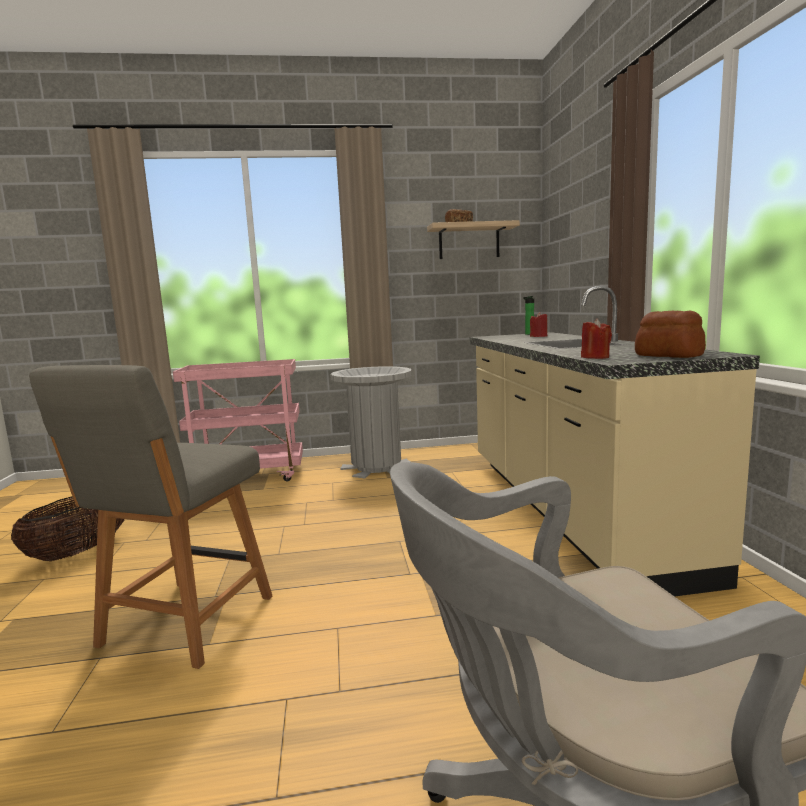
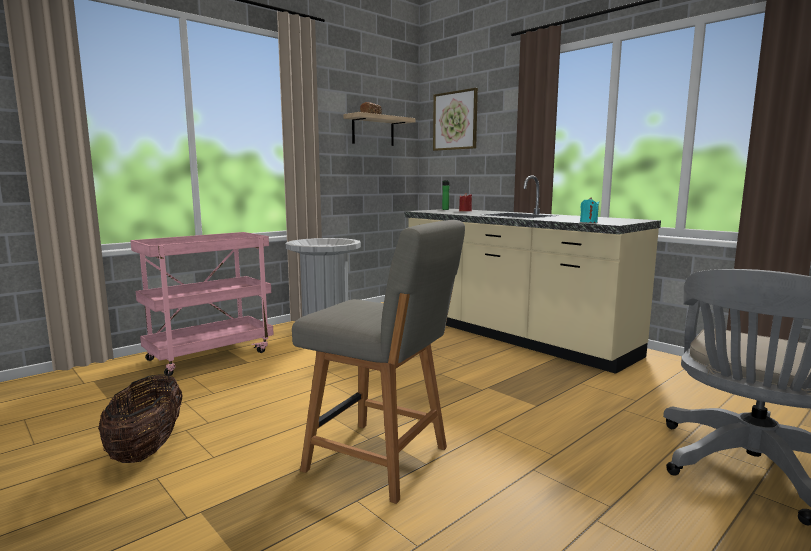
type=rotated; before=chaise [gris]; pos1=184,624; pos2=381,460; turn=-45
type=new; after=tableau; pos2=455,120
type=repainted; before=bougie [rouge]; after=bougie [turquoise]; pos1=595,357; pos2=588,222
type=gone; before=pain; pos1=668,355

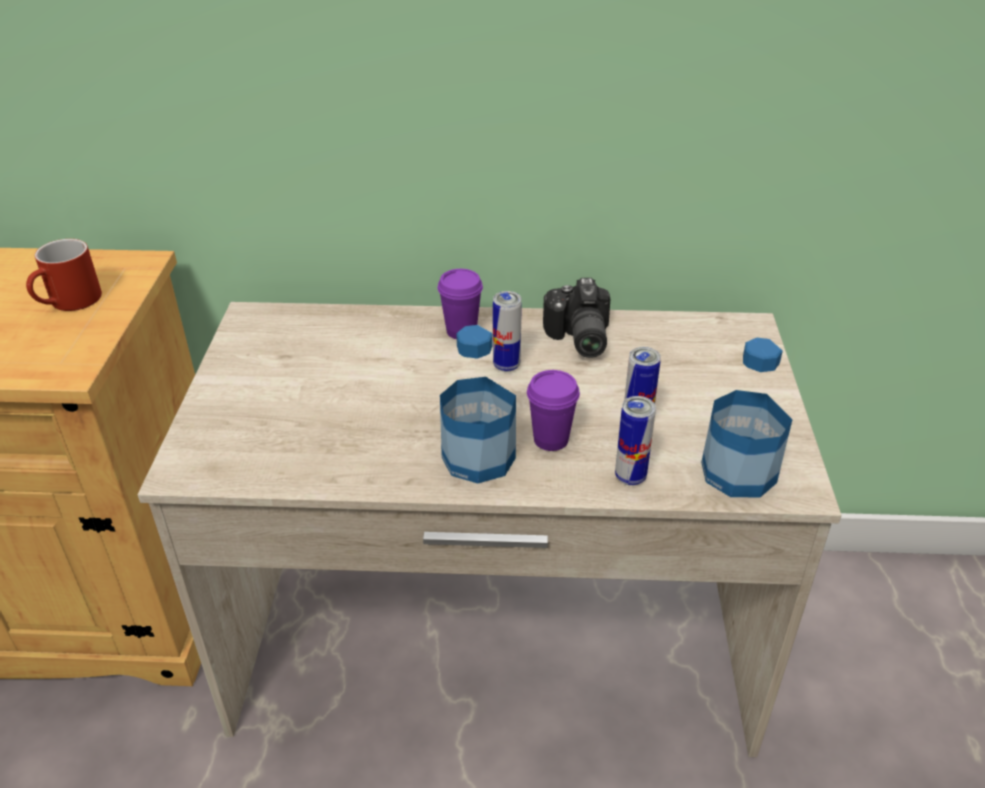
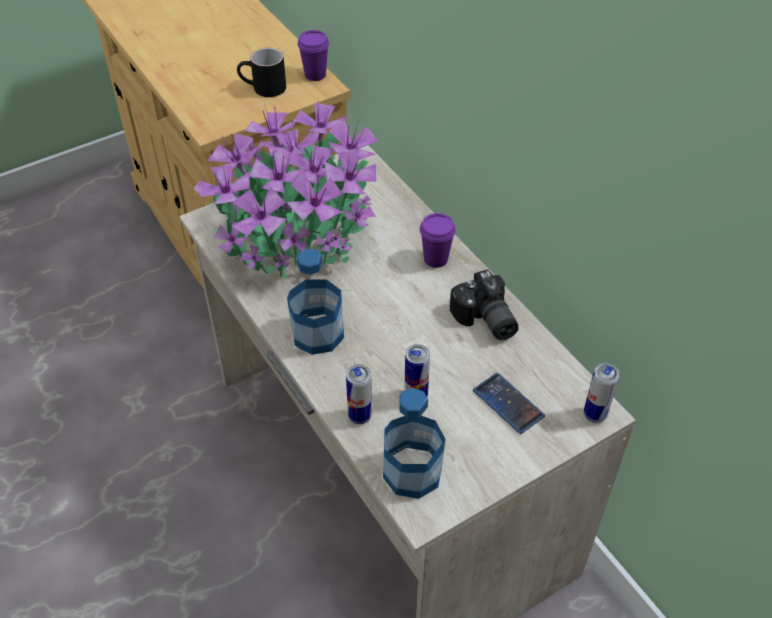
type=new; after=plante en pot; pos2=296,233
type=repainted; before=mug [rouge]; after=mug [noir]; pos1=69,303; pos2=263,89
type=shifted; before=tasse [violet]; pos1=551,439; pos2=315,75
type=rotated; before=appareil photo; pos1=577,339; pos2=484,321; turn=-75
type=new; after=téléphone; pos2=508,403
type=shifted; before=boîte métallique; pos1=506,365; pos2=594,414

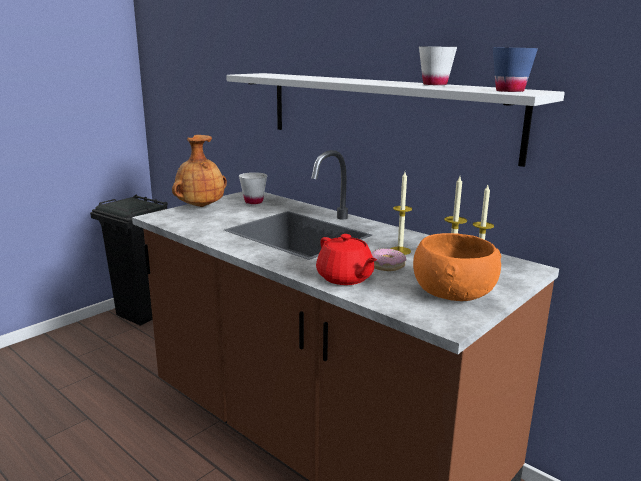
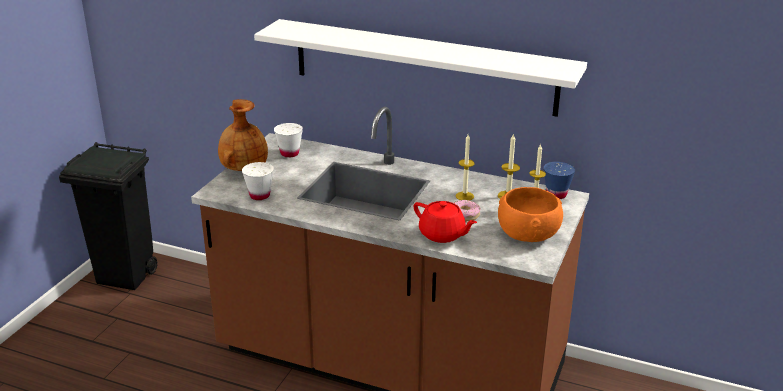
type=shifted; before=tasse [blanc]; pos1=435,84; pos2=260,195
type=shifted; before=tasse [bleu]; pos1=509,91; pos2=556,195

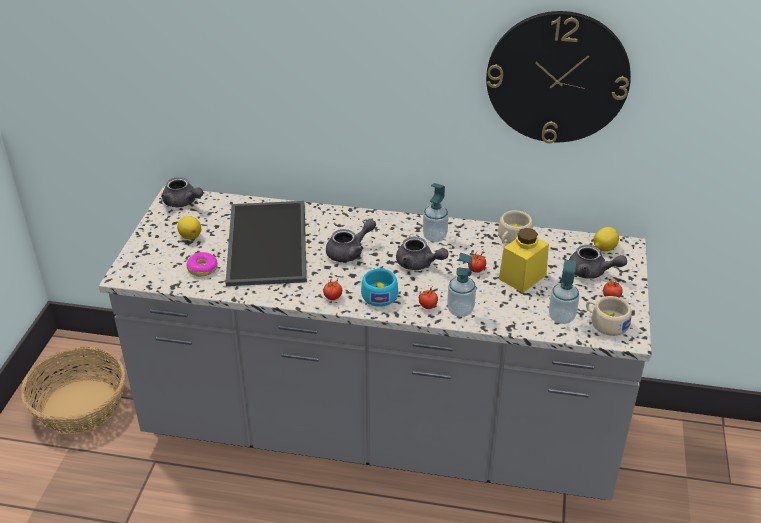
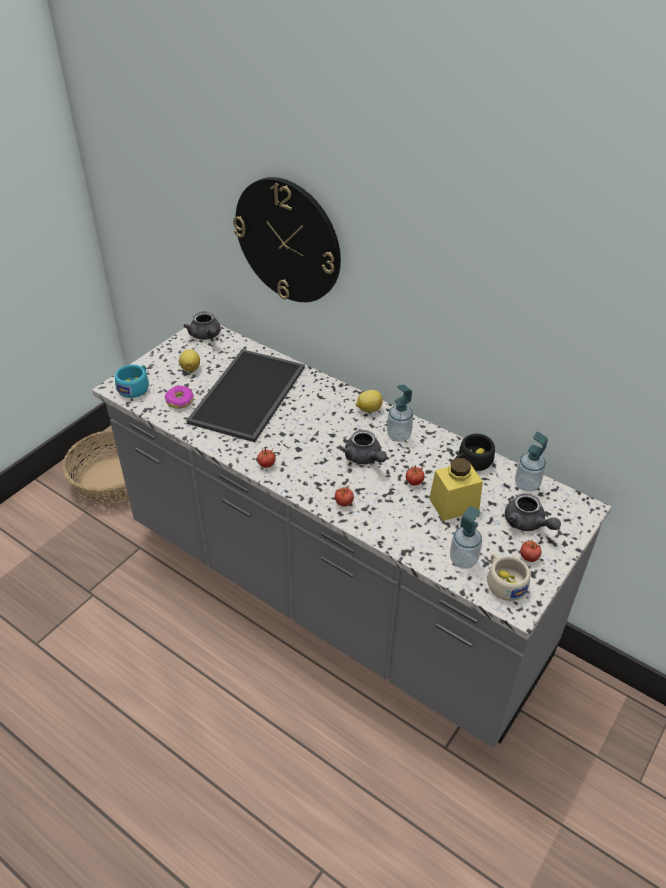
type=shifted; before=tasse [turquoise]; pos1=379,293; pos2=135,387
type=shifted; before=horloge murale; pos1=557,77; pos2=288,240
type=shifted; before=citron; pos1=603,248; pos2=368,409
type=repainted; before=tasse [beige]; after=tasse [noir]; pos1=512,238; pos2=471,462
type=shifted; before=distributeur de savon; pos1=460,310; pos2=526,484
type=gone; before=théière [gris]; pos1=350,252

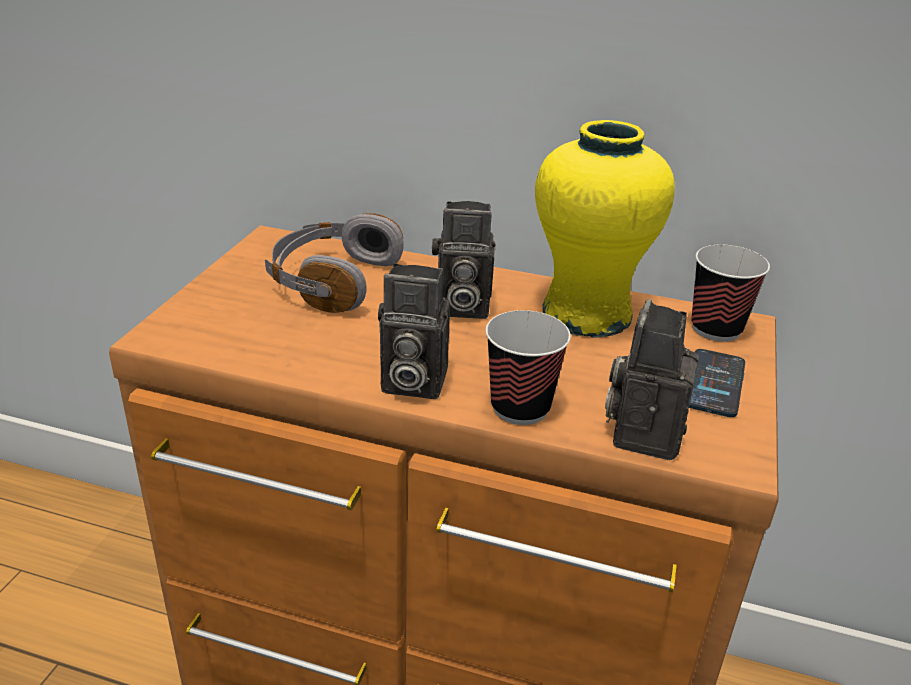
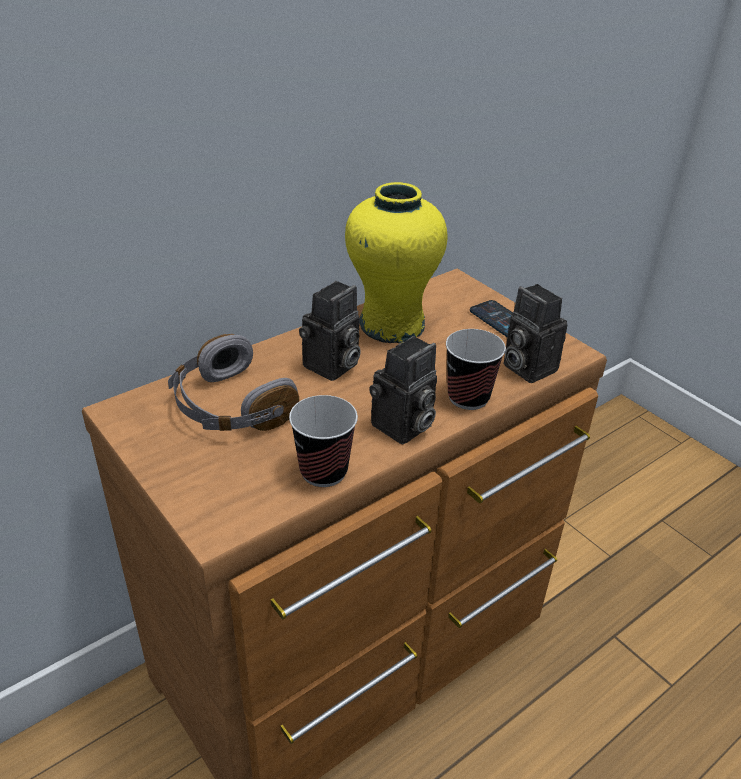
type=shifted; before=tasse; pos1=716,329; pos2=323,471

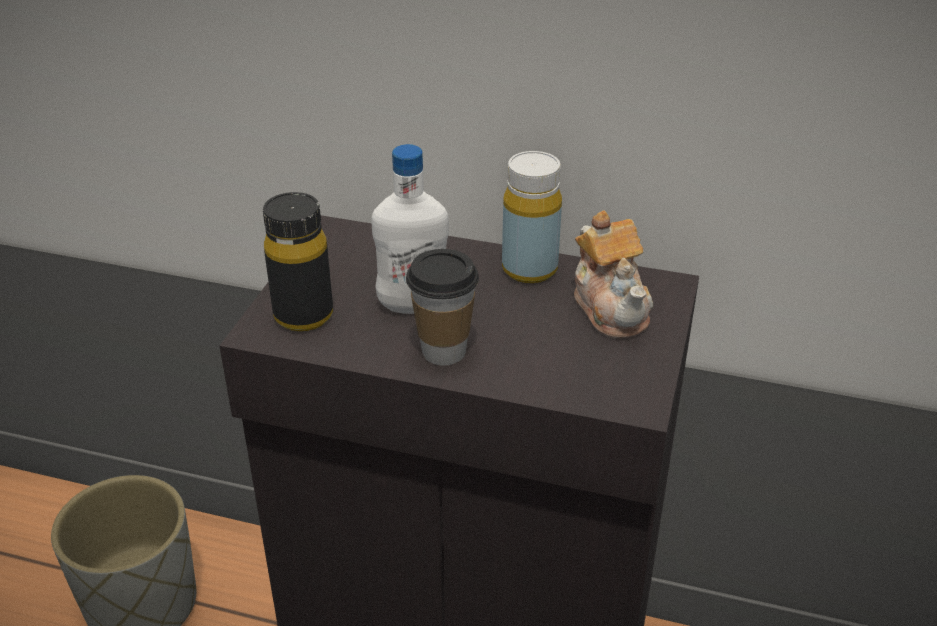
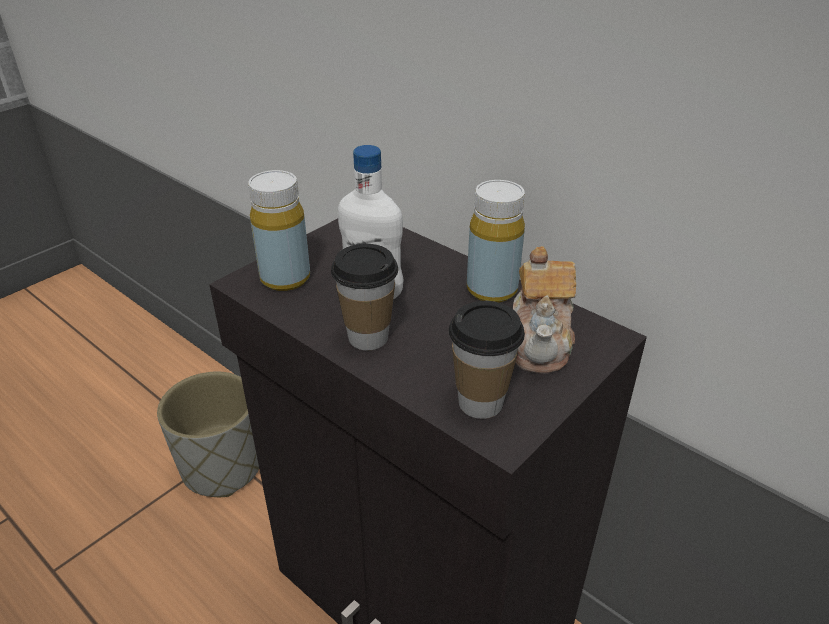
type=repainted; before=bouteille [noir]; after=bouteille [jaune]; pos1=303,315; pos2=285,278
type=new; after=tasse; pos2=480,402

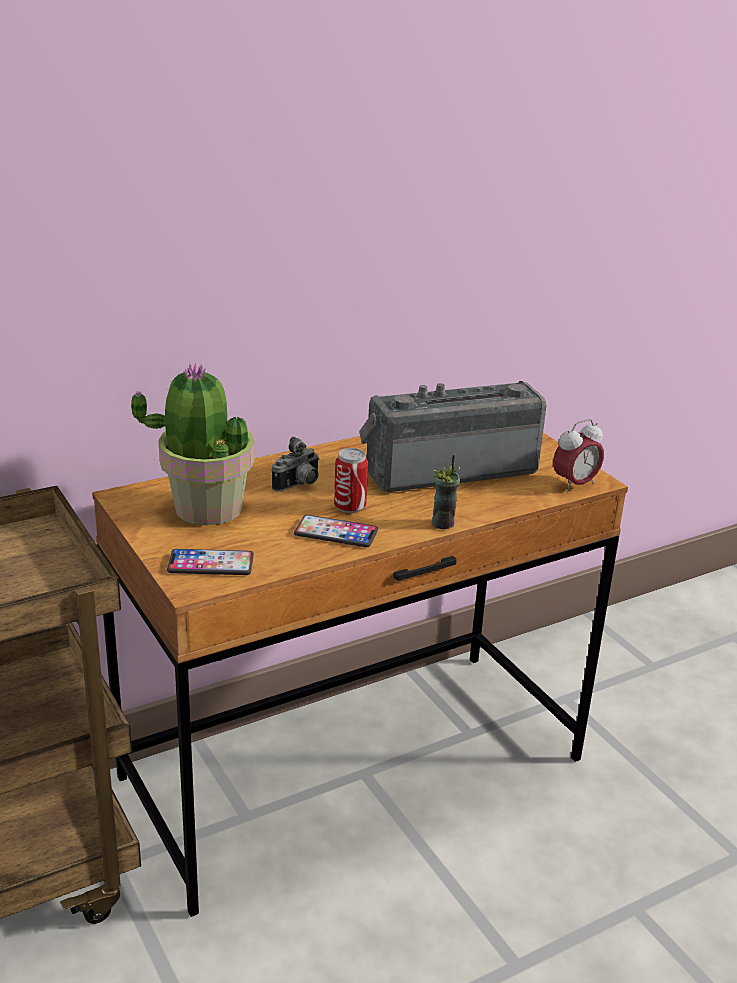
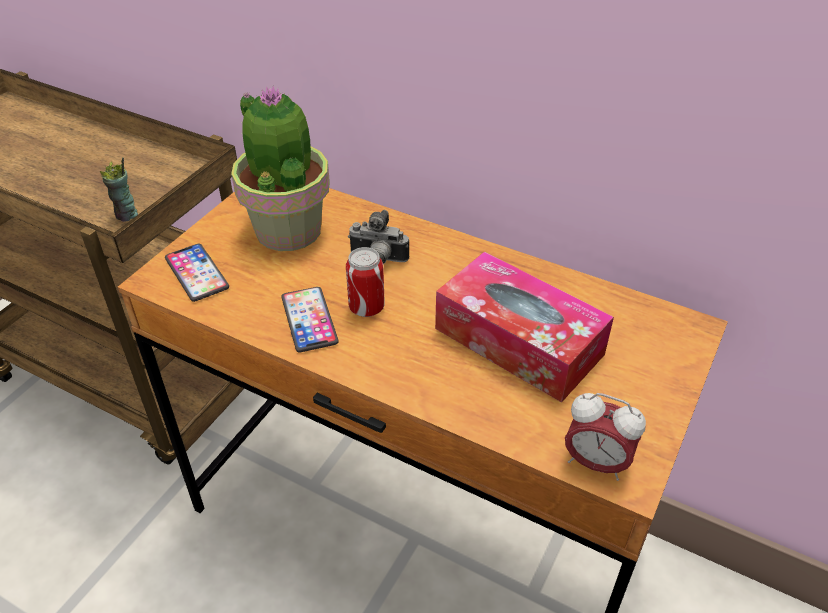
type=shifted; before=tasse; pos1=443,523; pos2=126,215
type=swapped; before=radio; after=boîte à mouchoirs; pos1=448,469; pos2=518,341

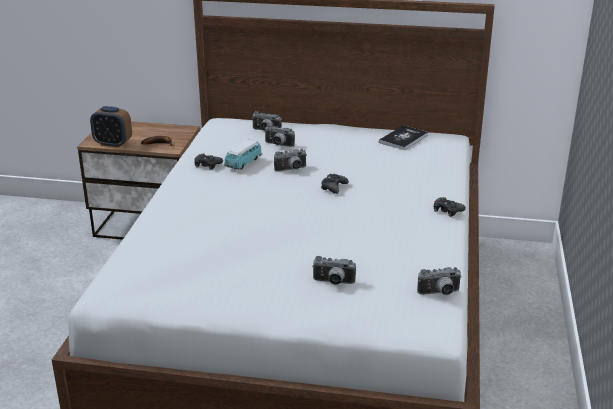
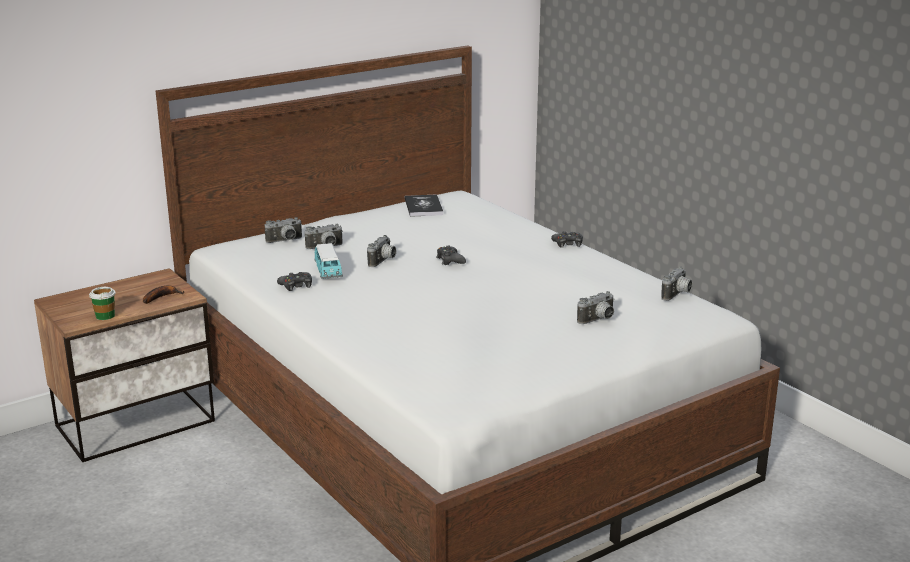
type=swapped; before=réveil; after=tasse; pos1=113,143; pos2=105,316

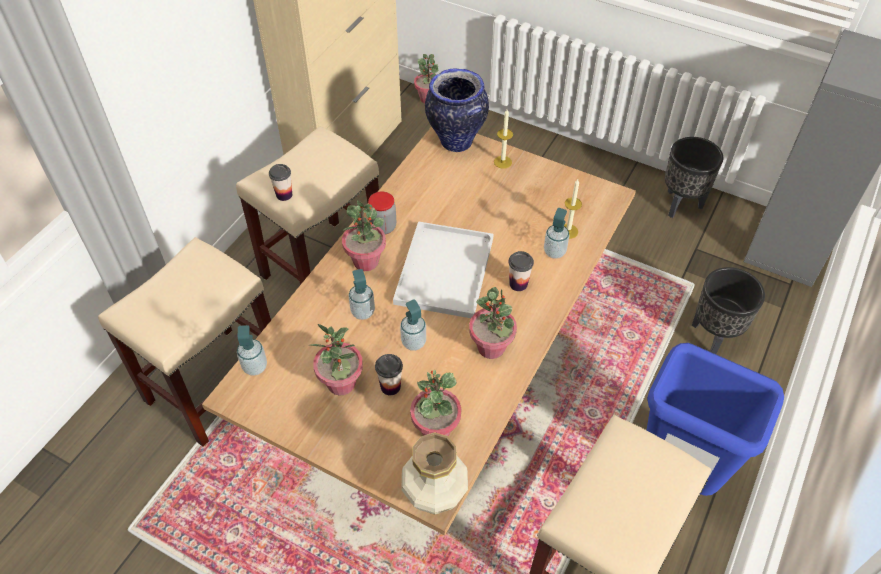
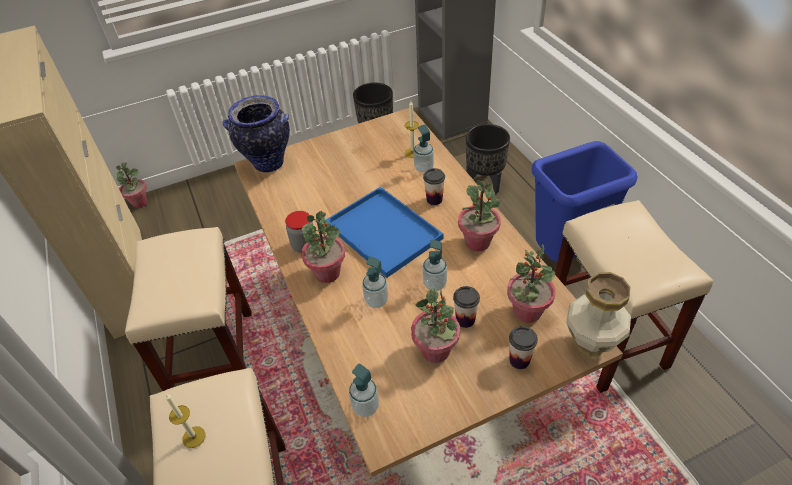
type=shifted; before=bougie; pos1=502,162; pos2=194,437
type=repainted; before=plateau [blanc]; after=plateau [bleu]; pos1=444,268; pos2=381,231
type=shifted; before=tasse; pos1=284,195; pos2=519,360

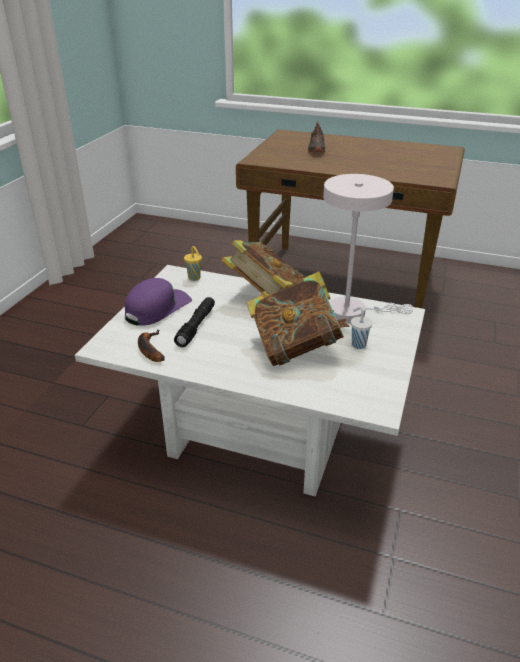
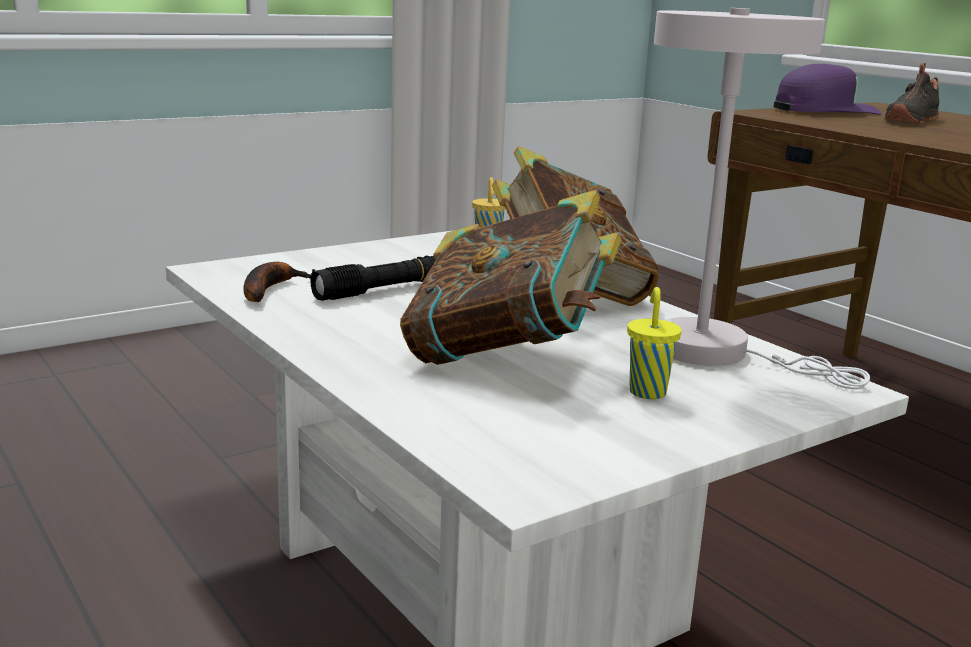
type=repainted; before=tasse [blanc]; after=tasse [jaune]; pos1=358,344; pos2=647,391
type=shifted; before=casquette [violet]; pos1=157,308; pos2=825,111

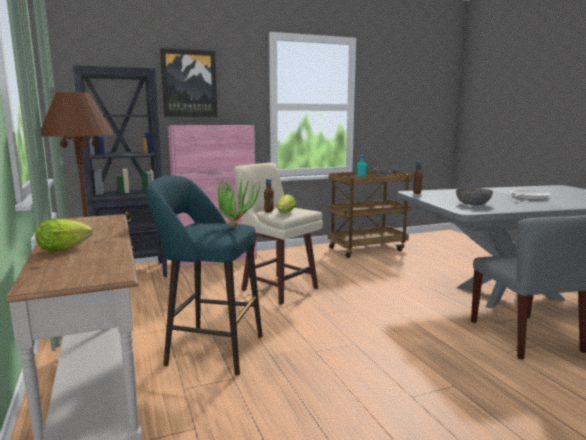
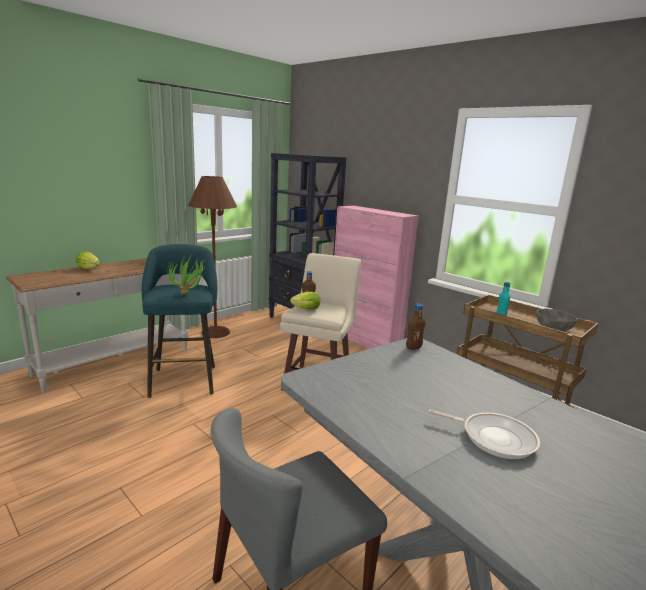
type=gone; before=tableau; pos1=189,83
type=gone; before=bol [gris]; pos1=473,204

